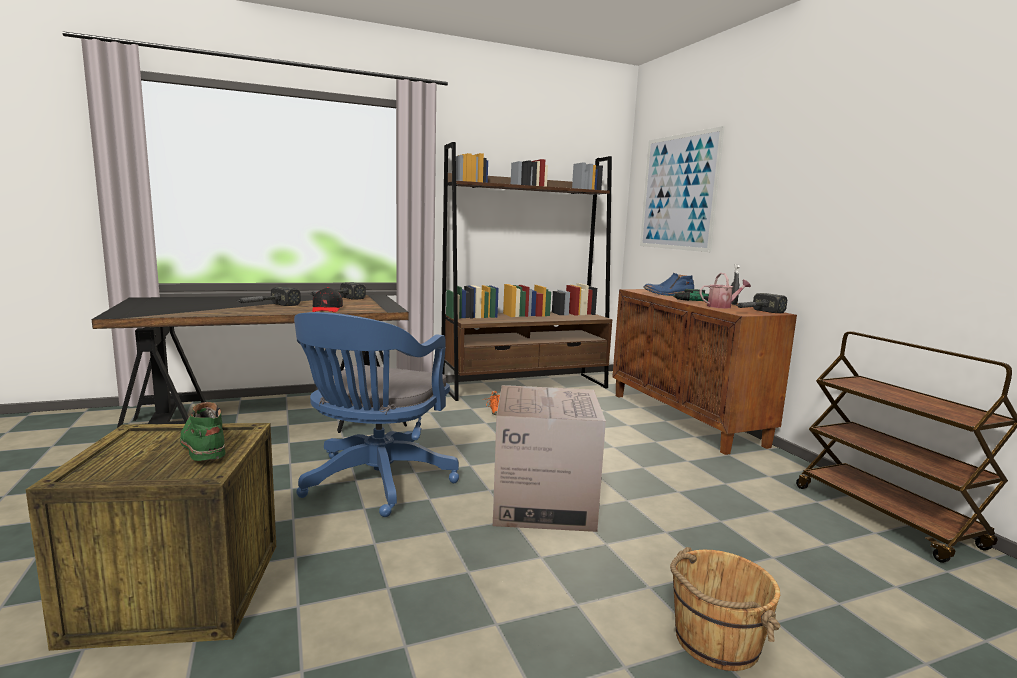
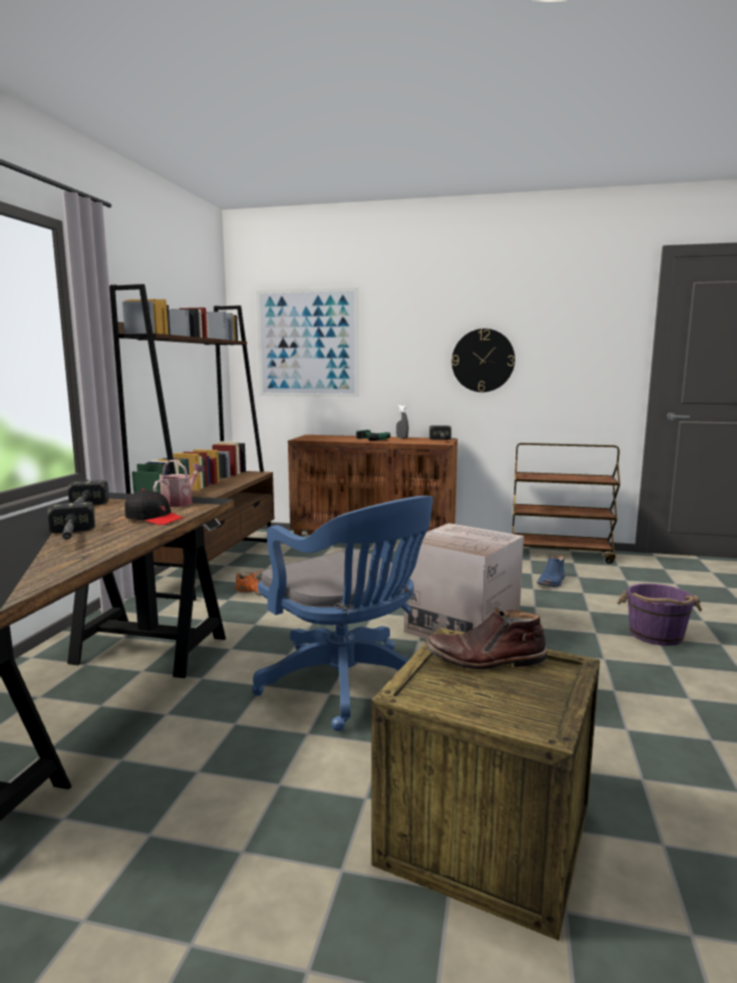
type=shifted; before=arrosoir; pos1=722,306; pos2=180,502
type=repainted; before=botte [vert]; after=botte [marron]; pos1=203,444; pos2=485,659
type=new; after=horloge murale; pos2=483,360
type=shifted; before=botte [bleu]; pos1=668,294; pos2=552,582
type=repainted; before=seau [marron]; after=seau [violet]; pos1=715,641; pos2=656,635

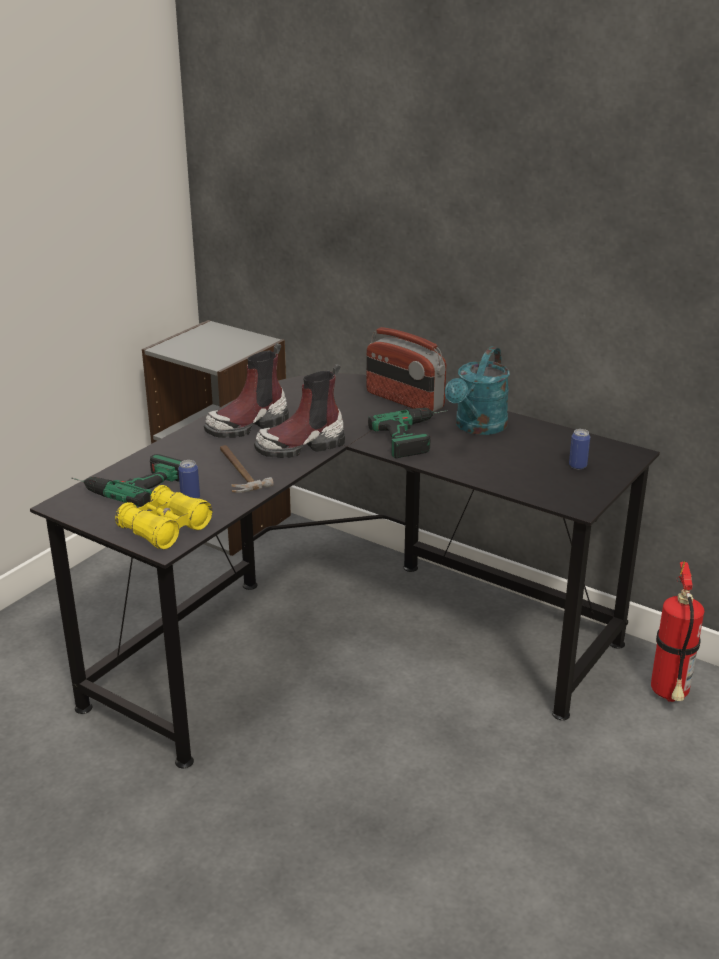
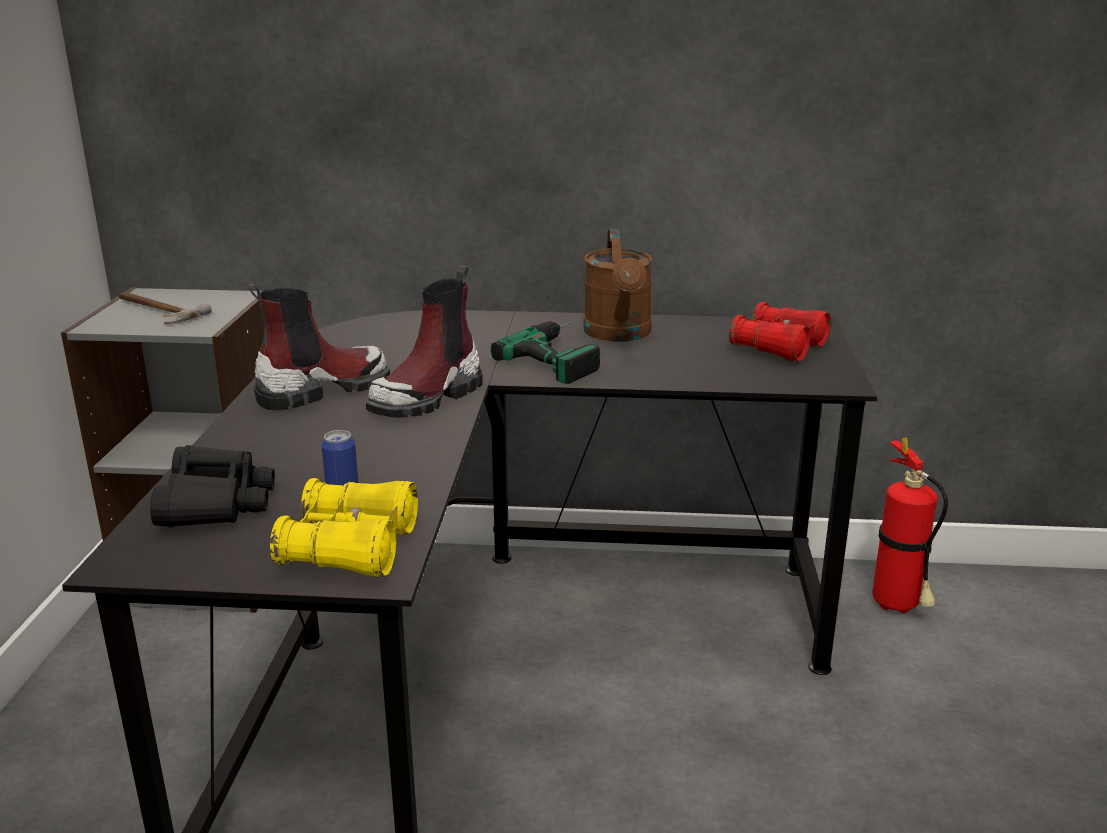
type=shifted; before=marteau; pos1=237,471; pos2=155,310
type=swapped; before=perceuse; after=jumelles [noir]; pos1=128,484; pos2=216,503
type=rotated; before=botte; pos1=248,425; pos2=322,390; turn=-150
type=repainted; before=arrosoir [turquoise]; after=arrosoir [marron]; pos1=477,427; pos2=619,335
type=swapped; before=boîte métallique; after=jumelles [rouge]; pos1=577,466; pos2=779,347
type=gone; before=radio; pos1=404,400

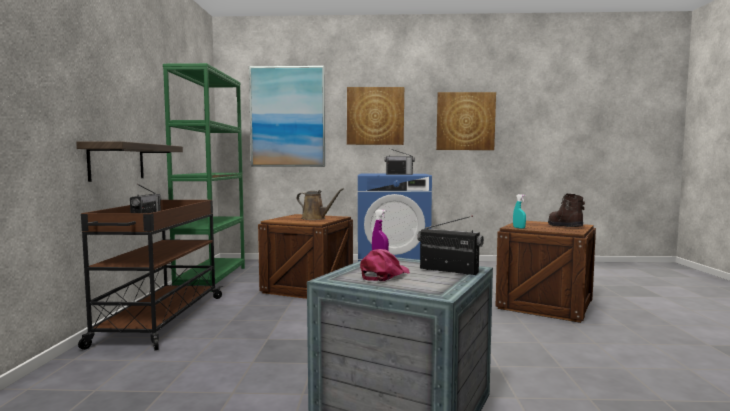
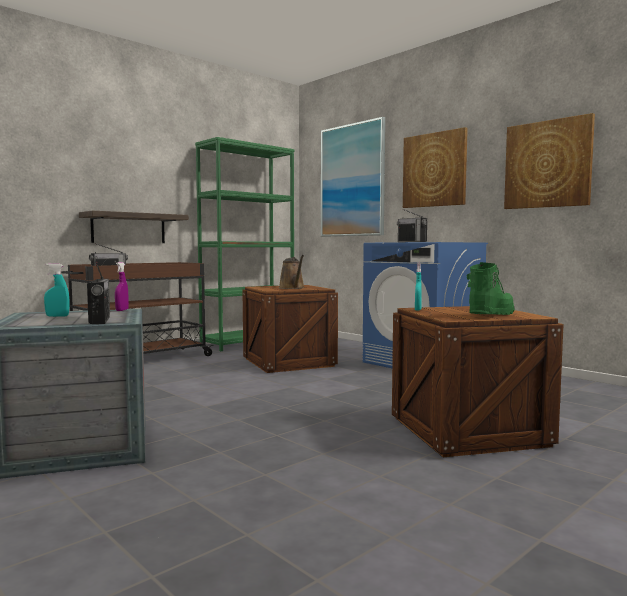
type=swapped; before=casquette [rose]; after=vaporisateur [turquoise]; pos1=384,275; pos2=57,316
type=repainted; before=botte [marron]; after=botte [vert]; pos1=564,226; pos2=490,314

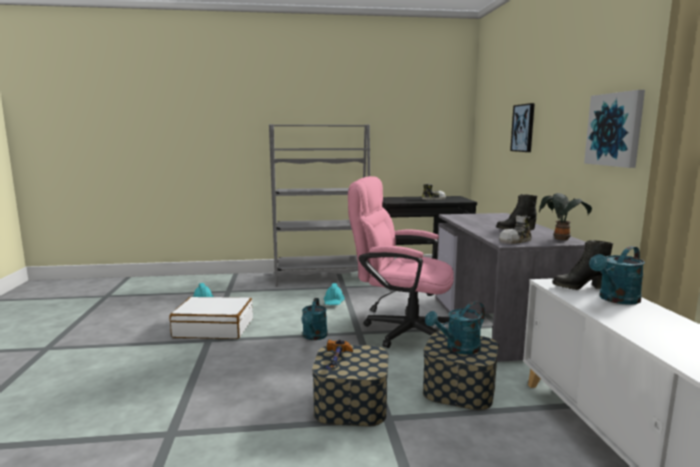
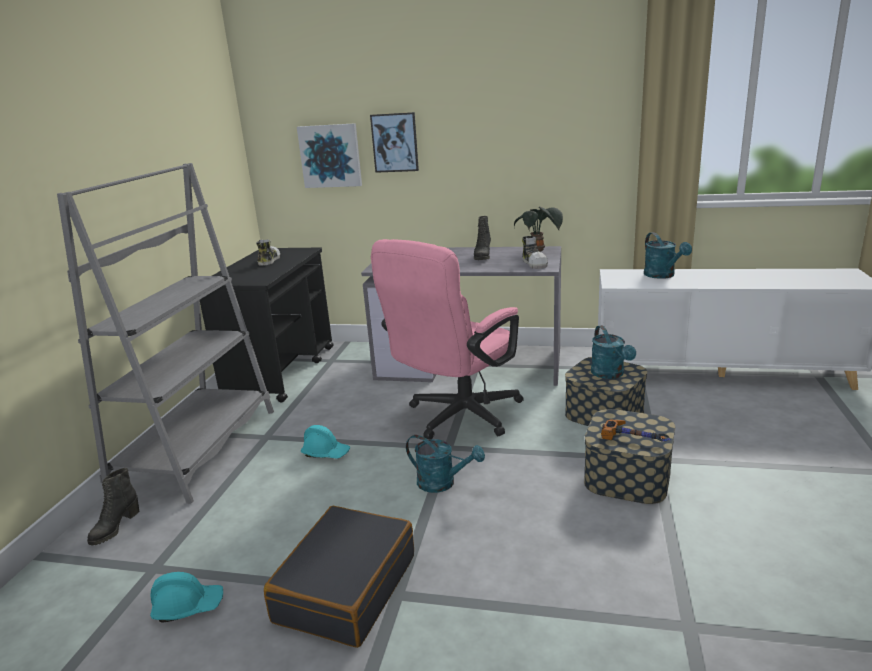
type=shifted; before=botte [noir]; pos1=579,287; pos2=115,528
type=repainted; before=valise [blanc]; after=valise [noir]; pos1=214,328; pos2=345,588
type=shifted; before=tableau; pos1=614,129; pos2=330,156

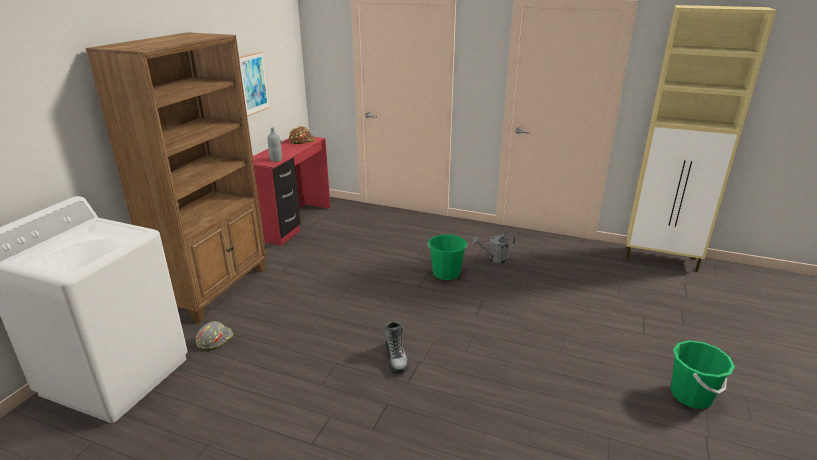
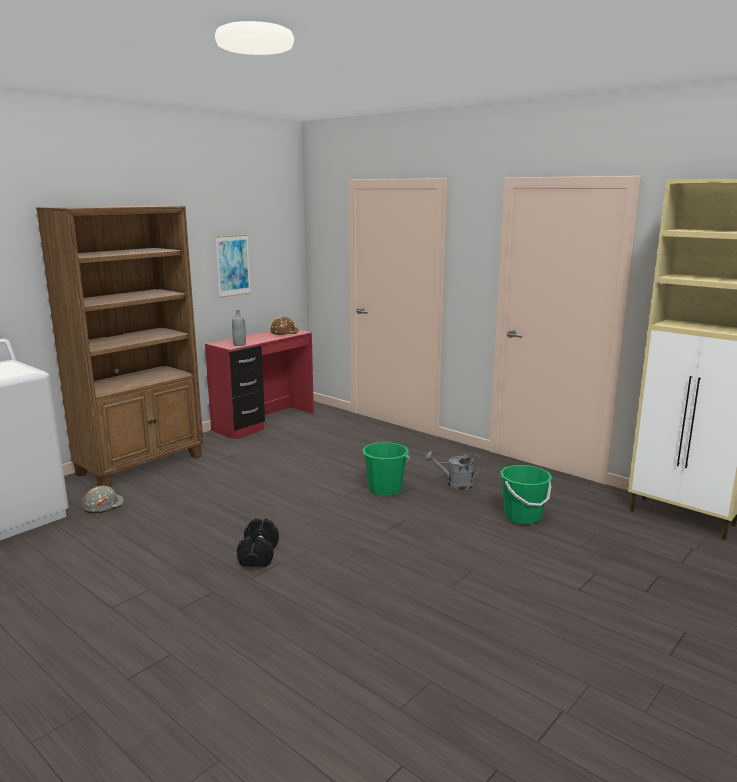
type=swapped; before=botte; after=haltère [noir]; pos1=396,358; pos2=259,555
type=shifted; before=seau [vert]; pos1=691,396; pos2=522,516

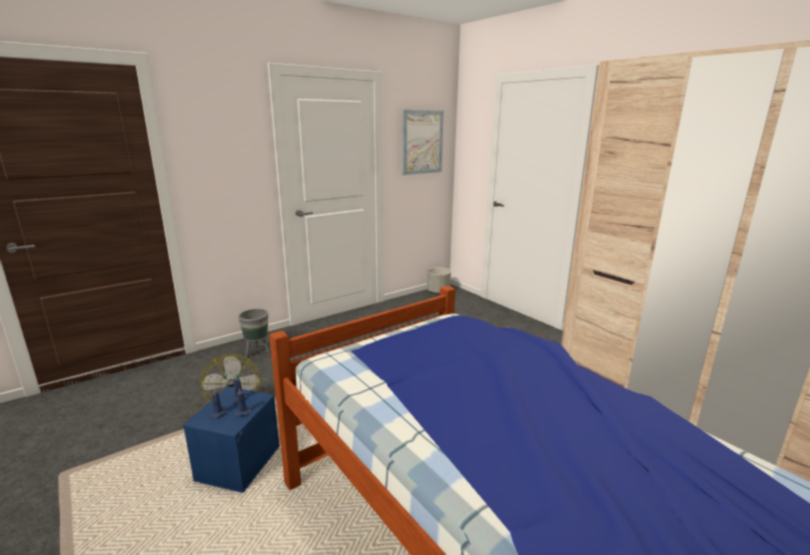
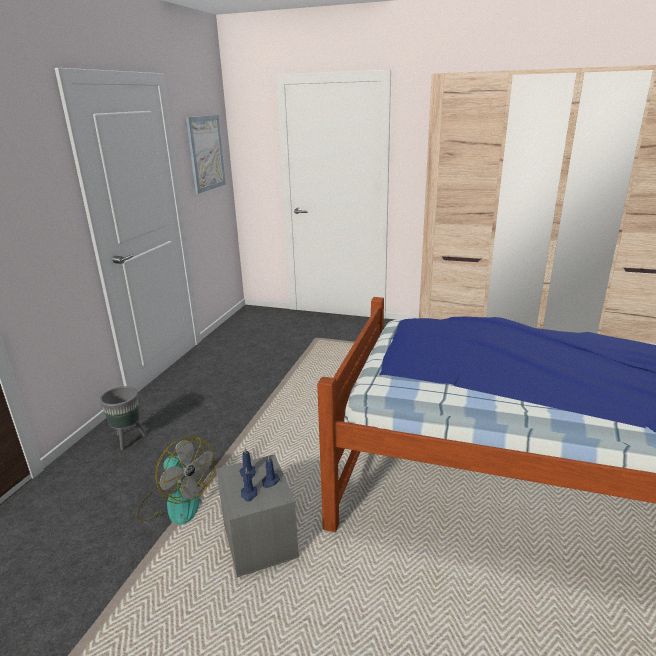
type=repainted; before=boîte de rangement [bleu]; after=boîte de rangement [gris]; pos1=238,462; pos2=258,539
type=gone; before=cache-pot [gris]; pos1=438,291

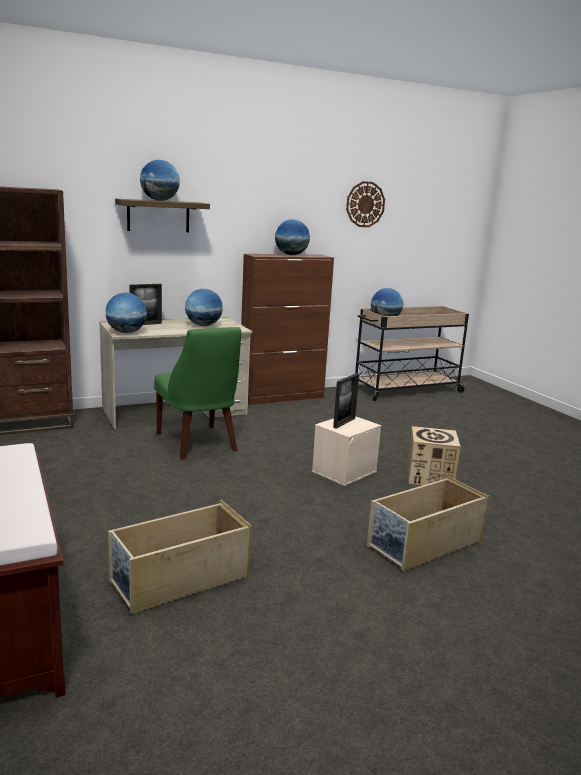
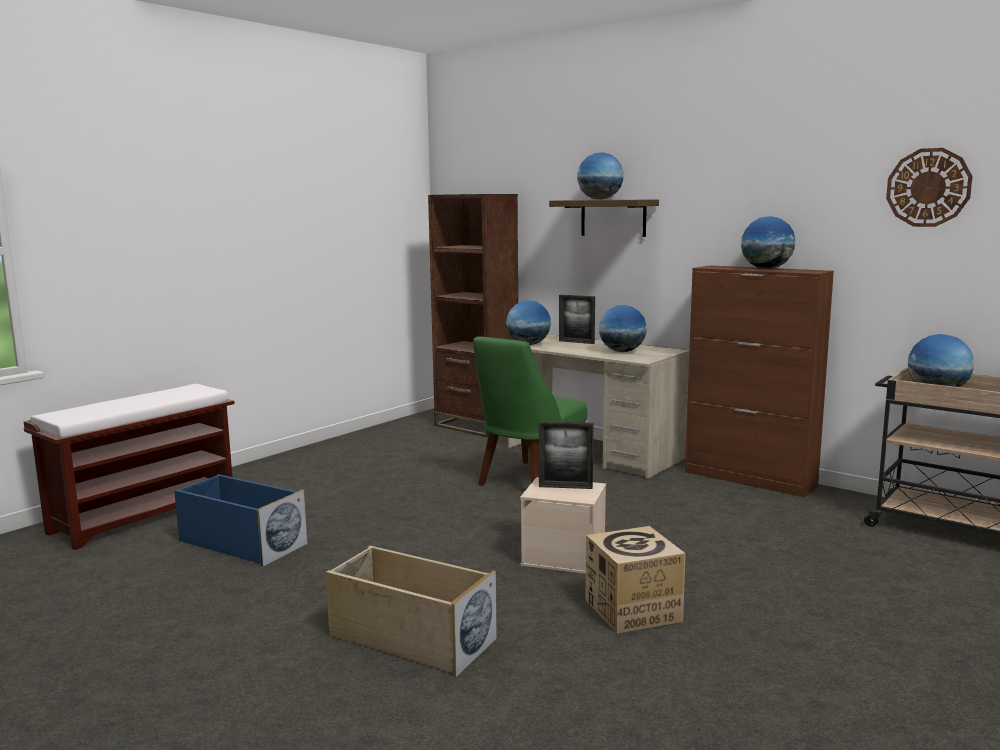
type=repainted; before=boîte de rangement [beige]; after=boîte de rangement [bleu]; pos1=179,580; pos2=241,542

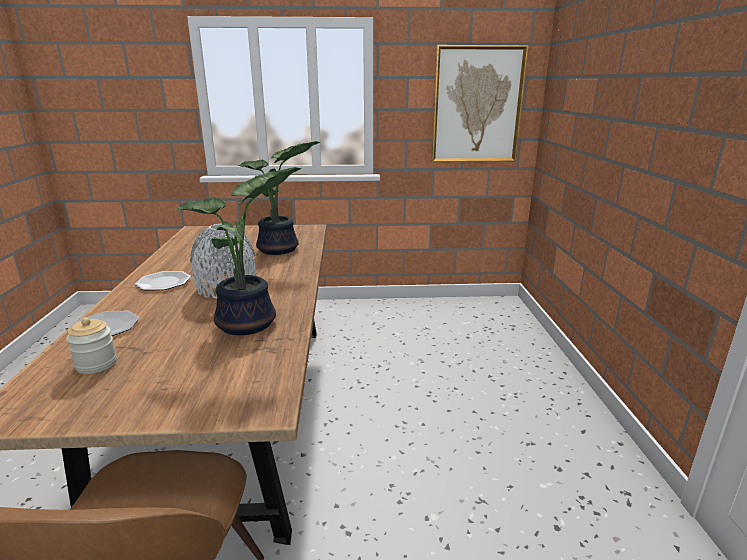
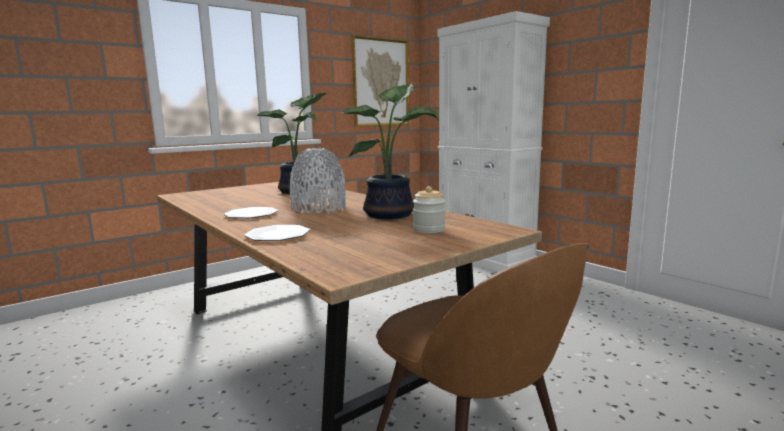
type=shifted; before=bocal; pos1=96,364; pos2=429,229
type=new; after=meuble de rangement [blanc]; pos2=485,258

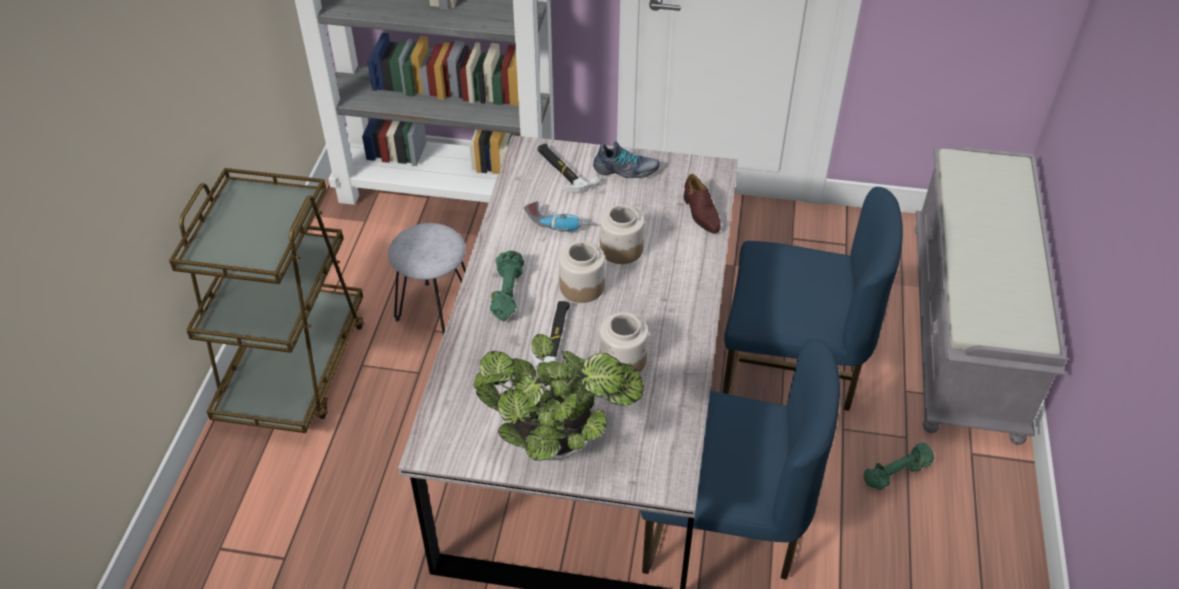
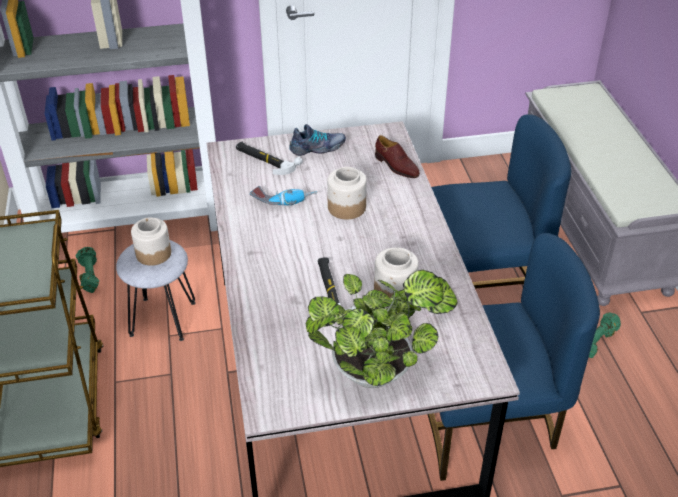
type=shifted; before=haltère [vert]; pos1=506,293; pos2=89,276
type=shifted; before=bocal; pos1=582,286; pos2=153,253

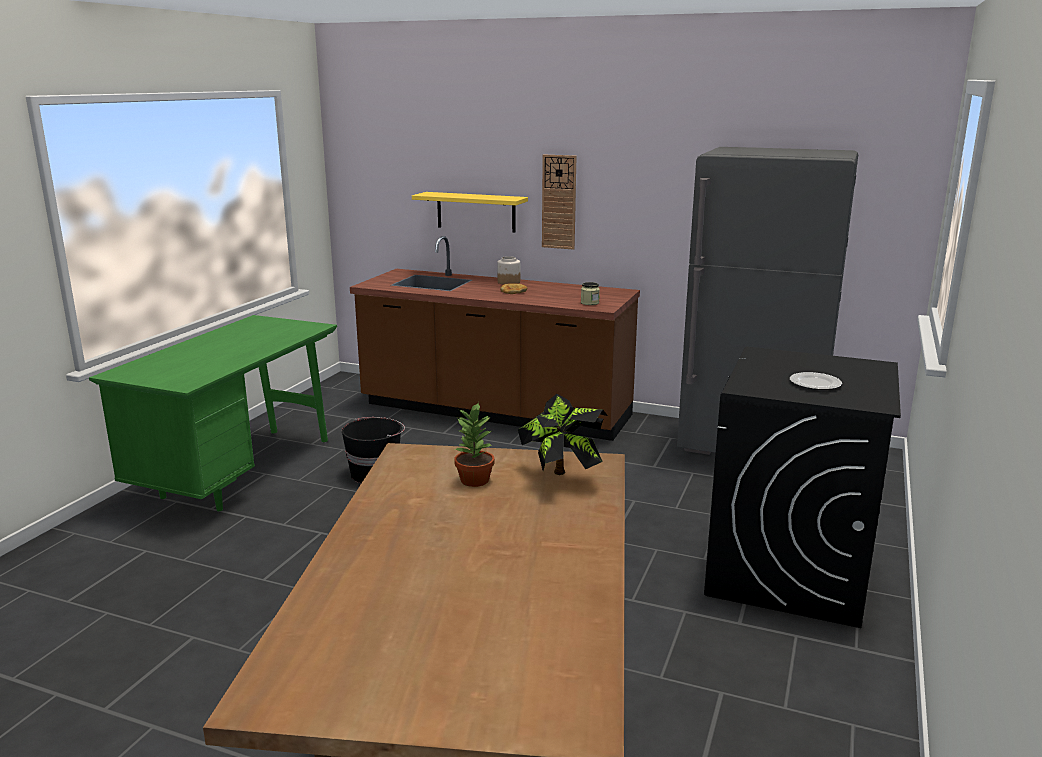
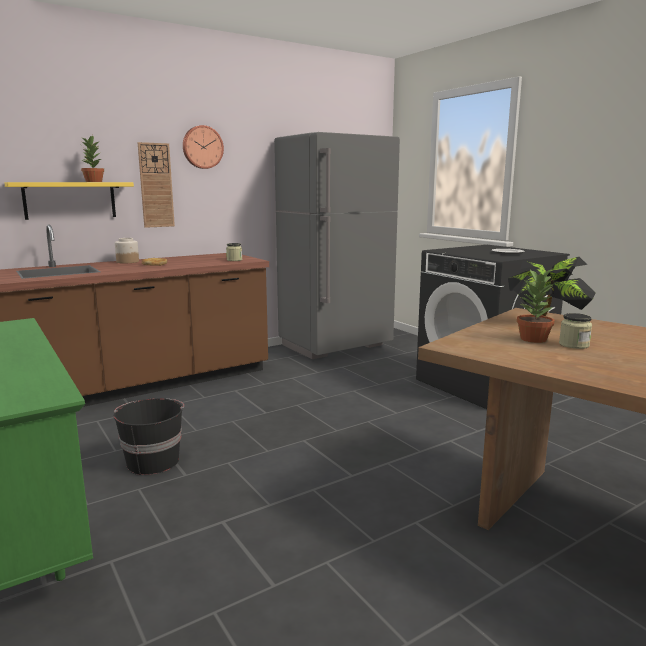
type=new; after=plante en pot; pos2=93,181
type=new; after=horloge murale; pos2=202,147
type=new; after=bocal; pos2=574,345

